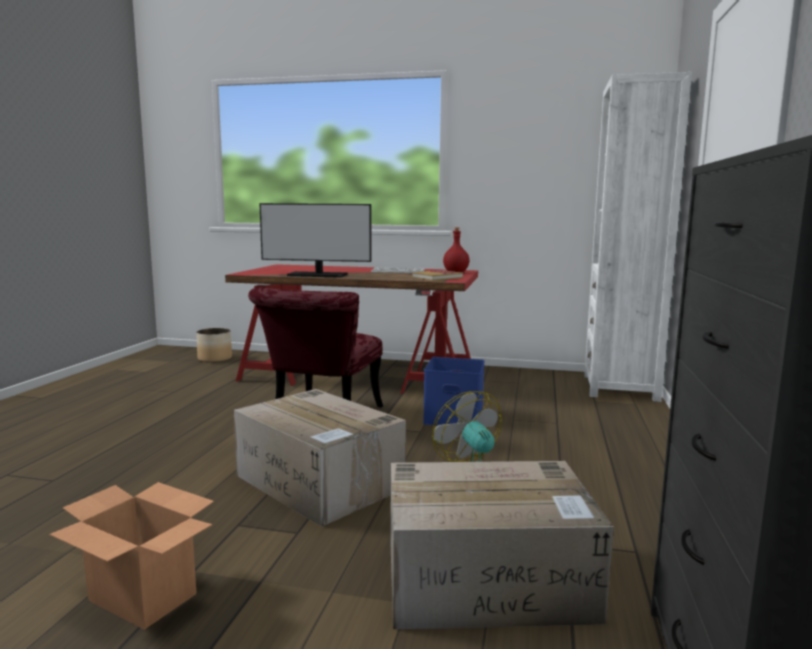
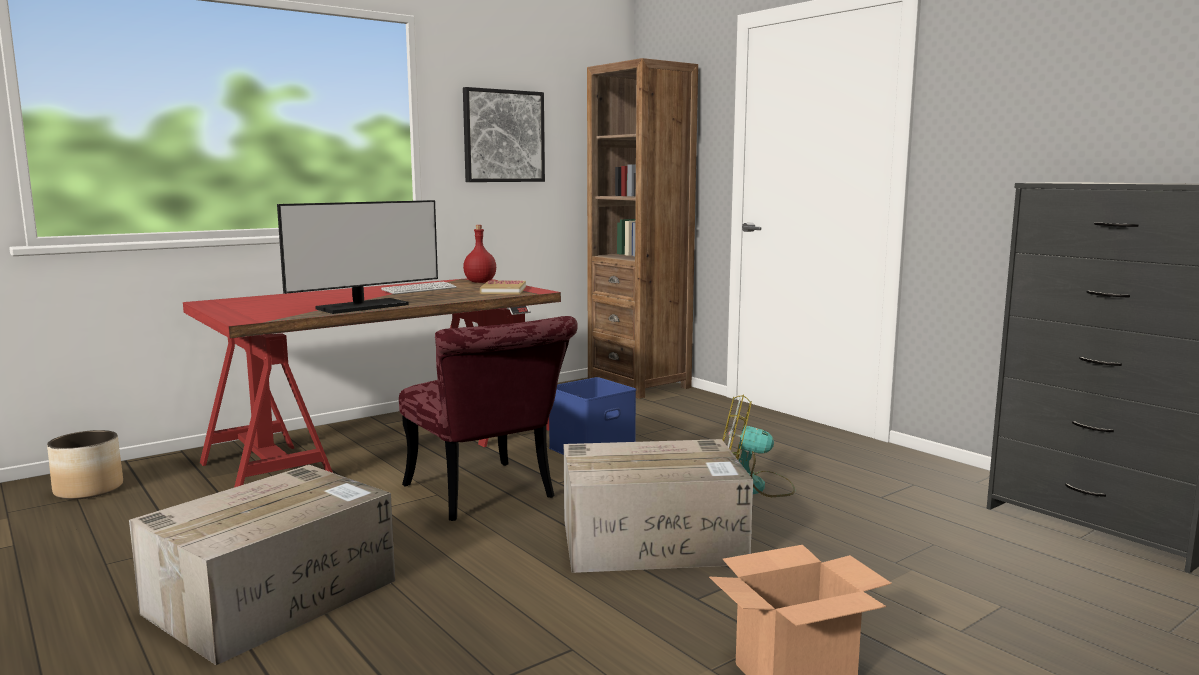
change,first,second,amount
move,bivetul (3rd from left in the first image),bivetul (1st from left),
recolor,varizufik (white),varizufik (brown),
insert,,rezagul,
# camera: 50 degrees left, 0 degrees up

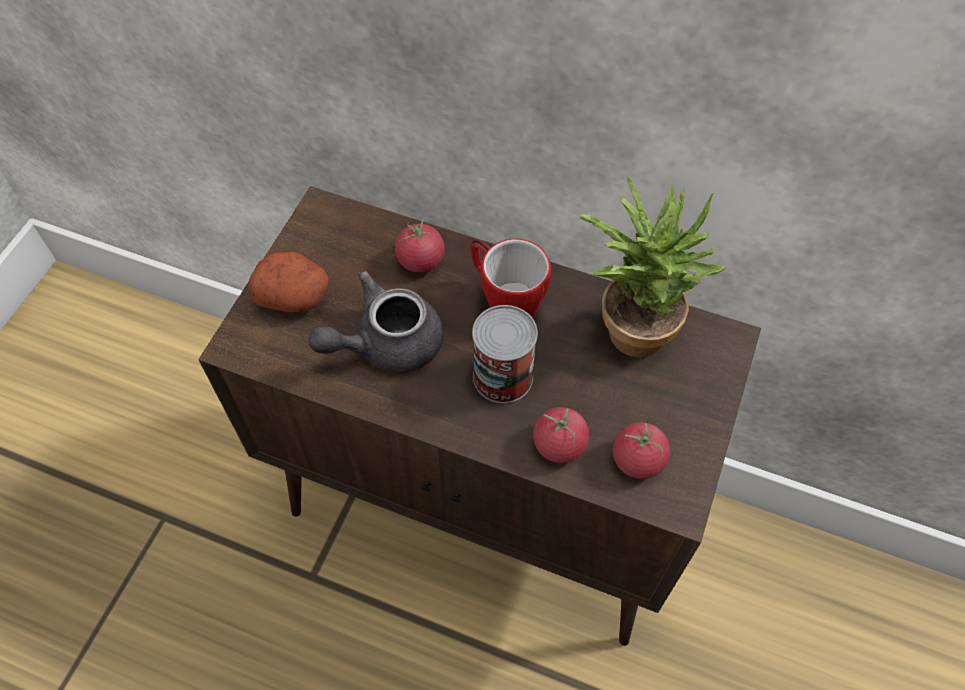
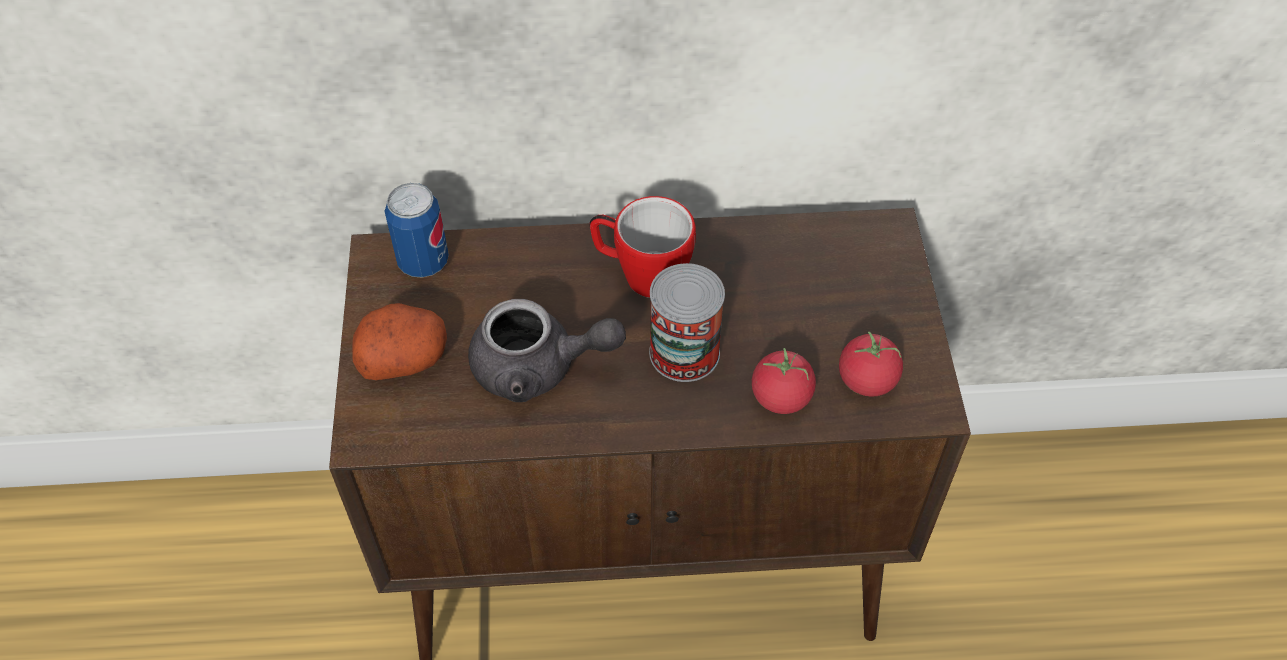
change,first,second,amount
rotate,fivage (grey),,120 degrees counterclockwise
delete,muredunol (1st from left),,
delete,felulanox,,
insert,,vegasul (1st from left),
# camera: 25 degrees left, 5 degrees down

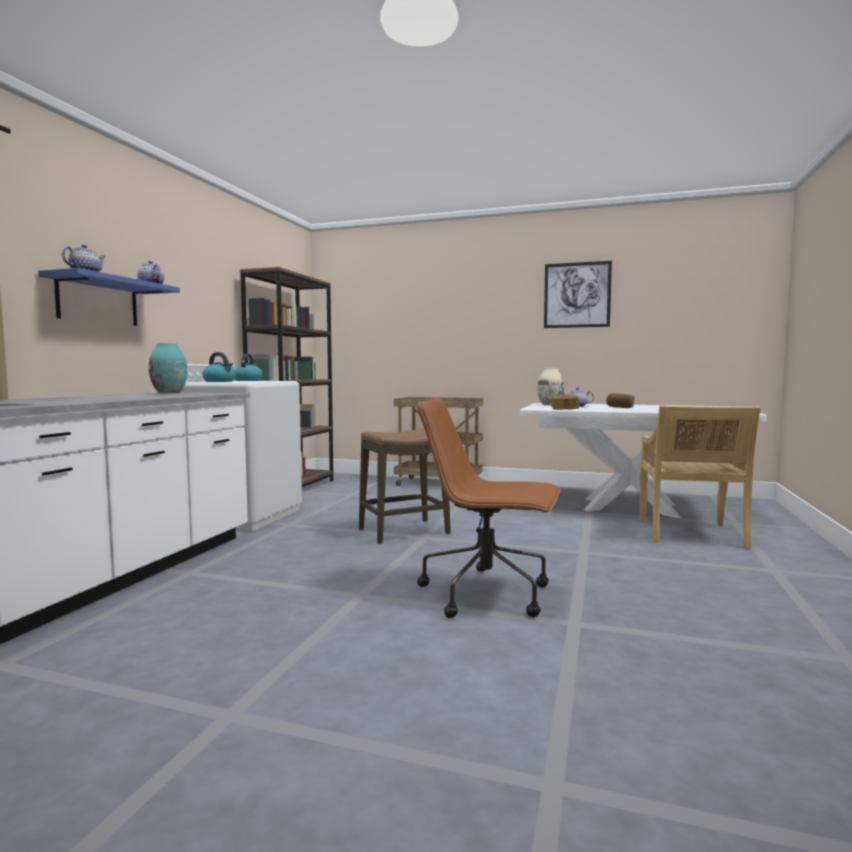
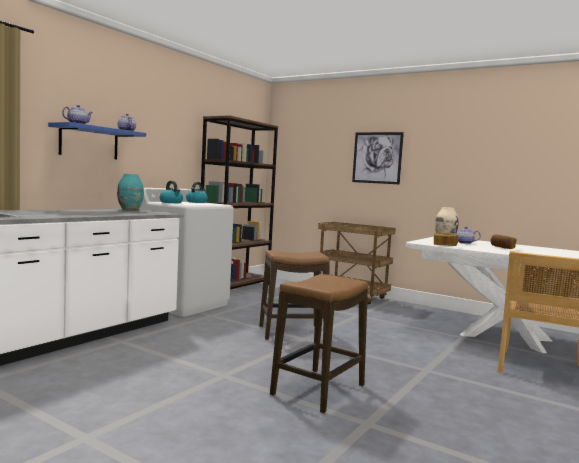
change,first,second,amount
replace,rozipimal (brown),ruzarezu (2nd from left),
move,rezagul,,
# camera: 15 degrees right, 0 degrees up

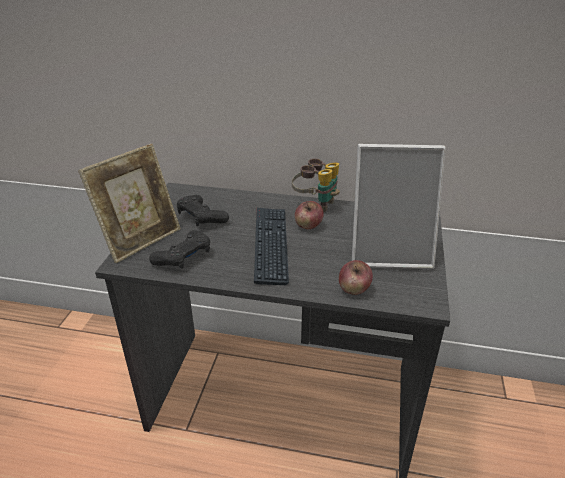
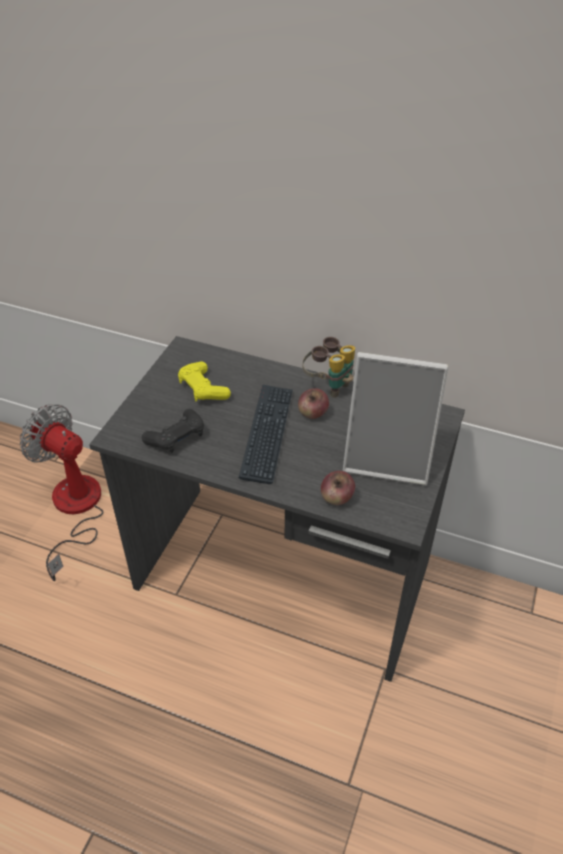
change,first,second,amount
delete,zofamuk (1st from left),,
recolor,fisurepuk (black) (2nd from left),fisurepuk (yellow),
insert,,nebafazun,
# camera: 10 degrees right, 10 degrees up

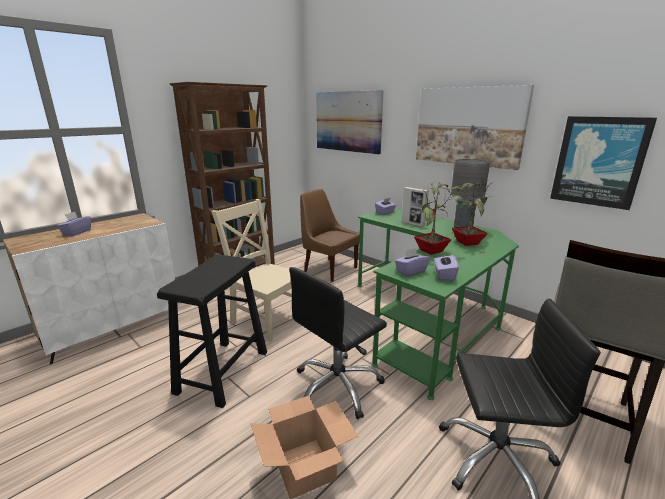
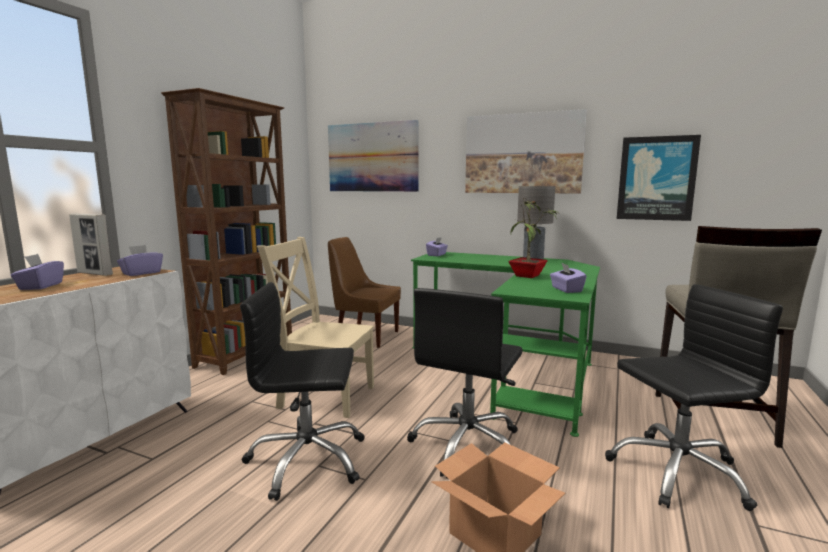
change,first,second,amount
replace,ruzarezu (black),rozipimal (black) (1st from left),
move,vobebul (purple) (3rd from left in the first image),vobebul (purple) (2nd from left),
move,zofamuk,,
delete,felulanox (2nd from left),,
# camera: 20 degrees left, 10 degrees down

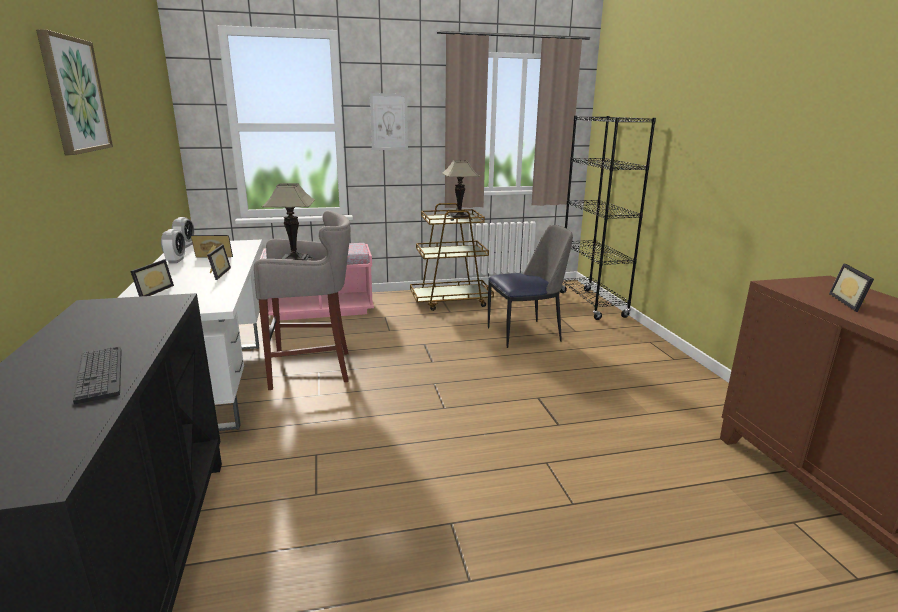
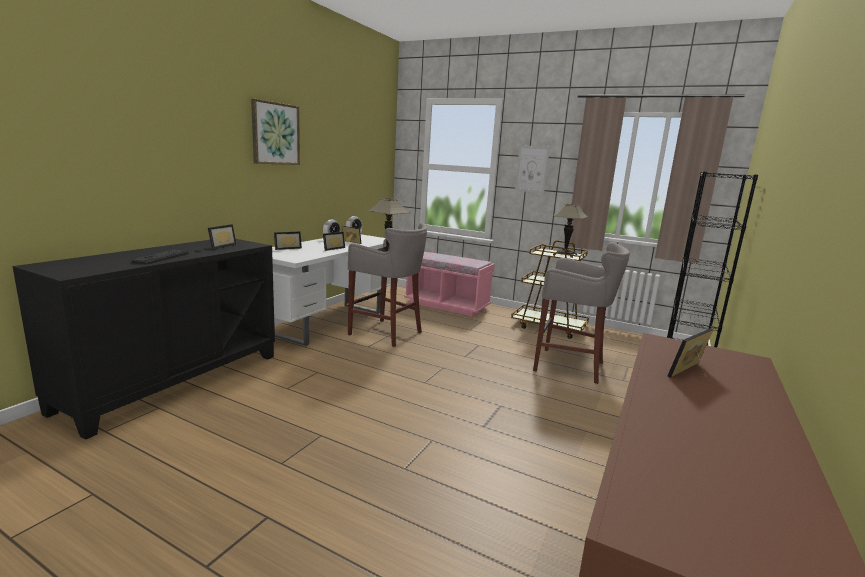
change,first,second,amount
replace,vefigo,ruzarezu (grey) (2nd from left),
insert,,zofamuk (1st from left),
# camera: 40 degrees right, 5 degrees down

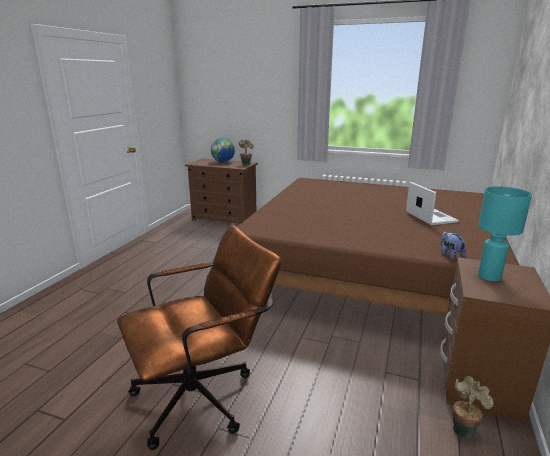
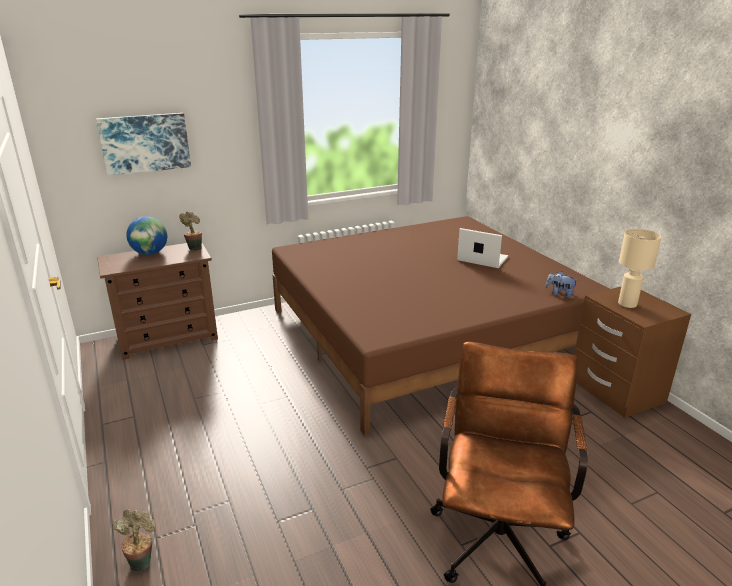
change,first,second,amount
move,felulanox (2nd from left in the first image),felulanox (1st from left),
recolor,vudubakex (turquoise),vudubakex (beige),
insert,,rezagul,
# camera: 45 degrees left, 5 degrees up

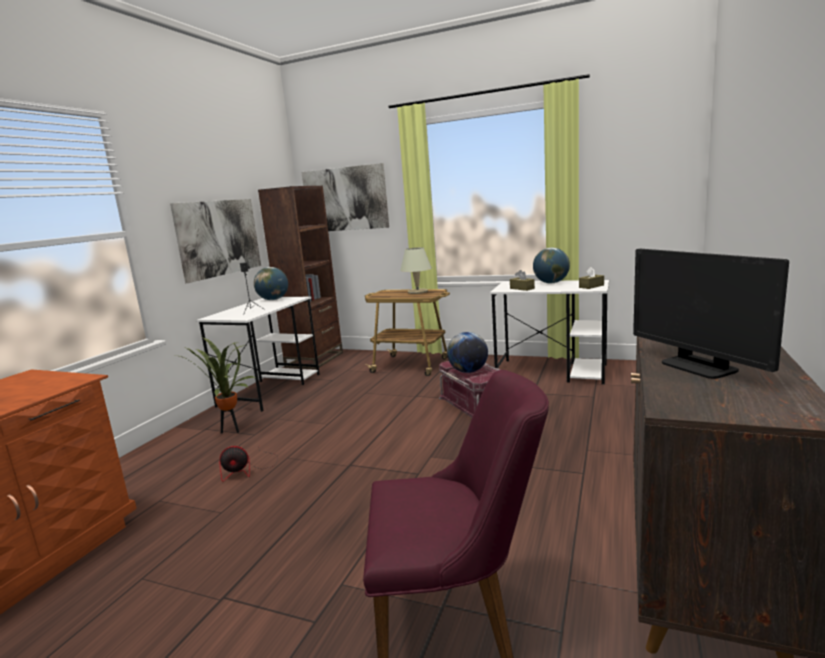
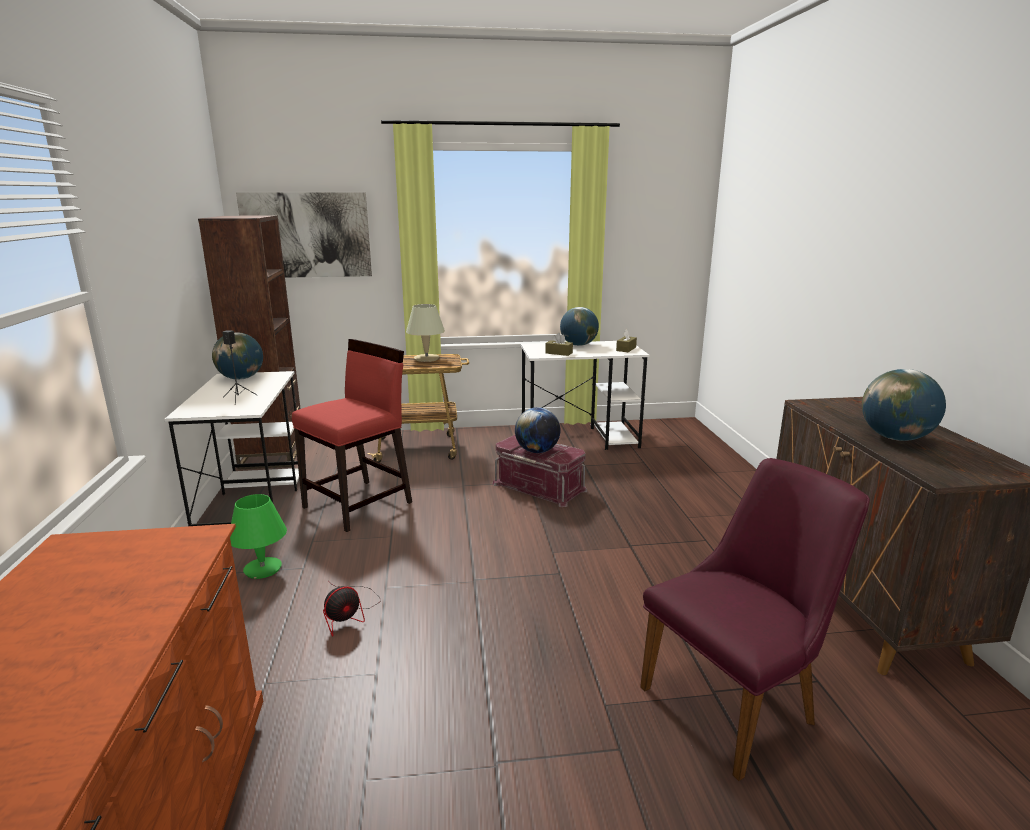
change,first,second,amount
delete,rezagul (1st from left),,
replace,felulanox,vudubakex (green),
replace,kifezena,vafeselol (4th from left),
insert,,vefigo (red),
# camera: 30 degrees left, 5 degrees up

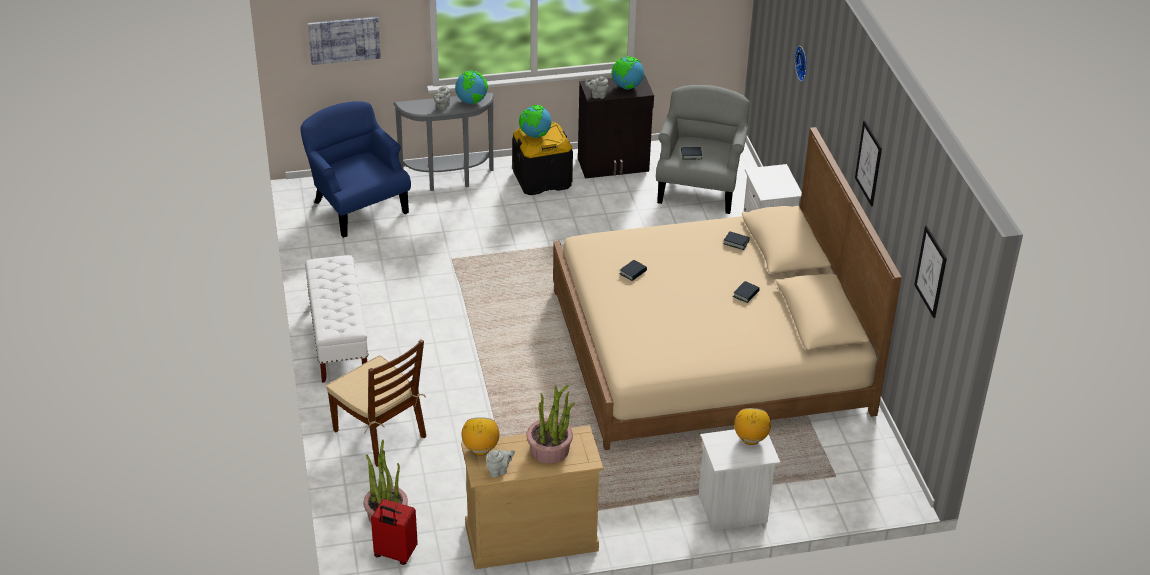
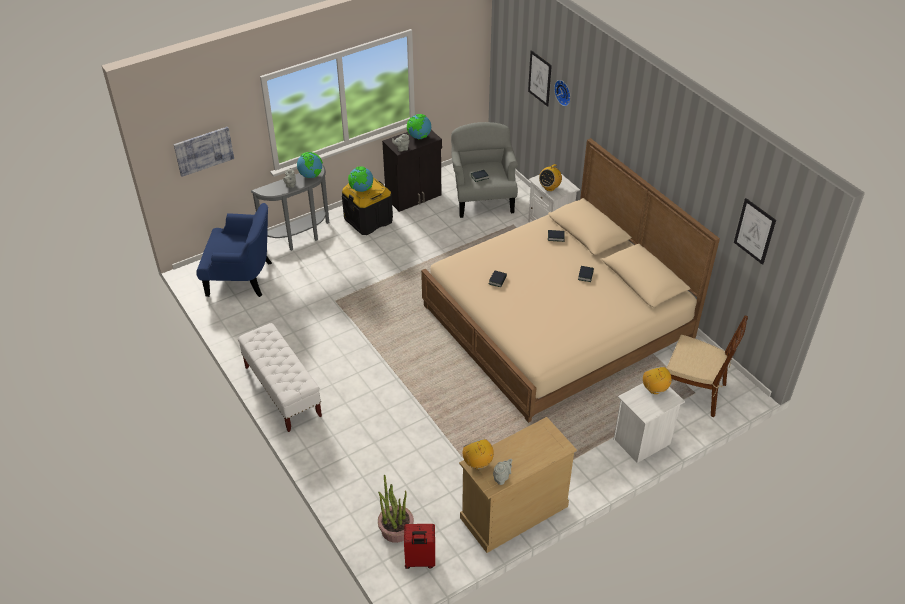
change,first,second,amount
rotate,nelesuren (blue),,150 degrees clockwise
move,vefigo (brown),,
delete,felulanox (2nd from left),,
move,rezagul (2nd from left),,
insert,,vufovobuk (2nd from left),
# camera: 20 degrees left, 5 degrees up

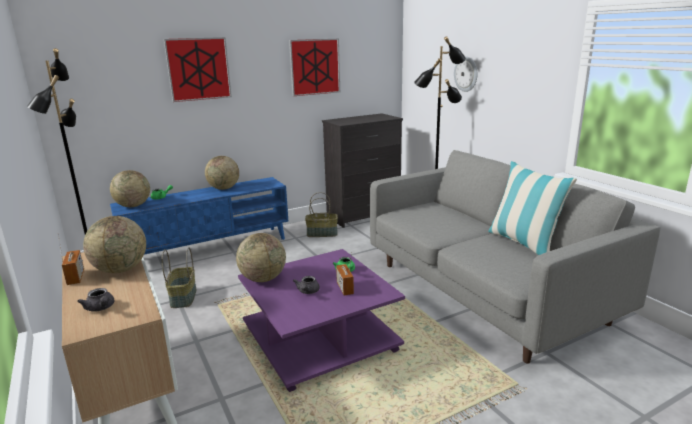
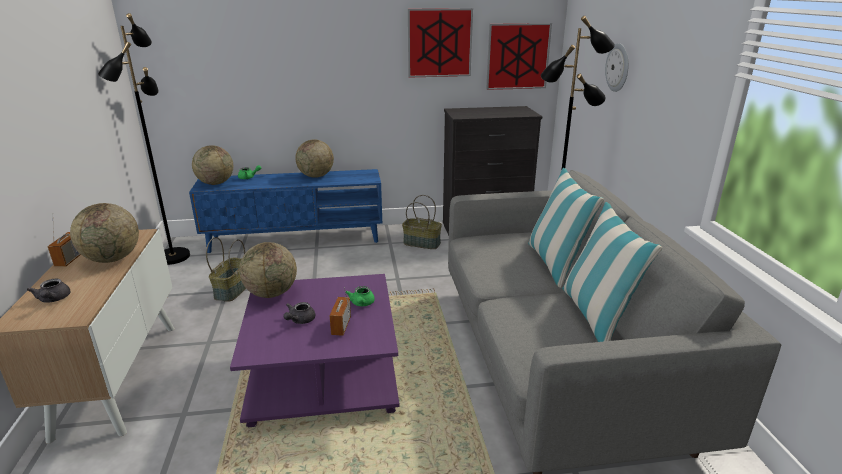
change,first,second,amount
move,rezagul (1st from left in the first image),rezagul (2nd from left),
insert,,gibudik (1st from left),
# camera: 20 degrees right, 5 degrees up

